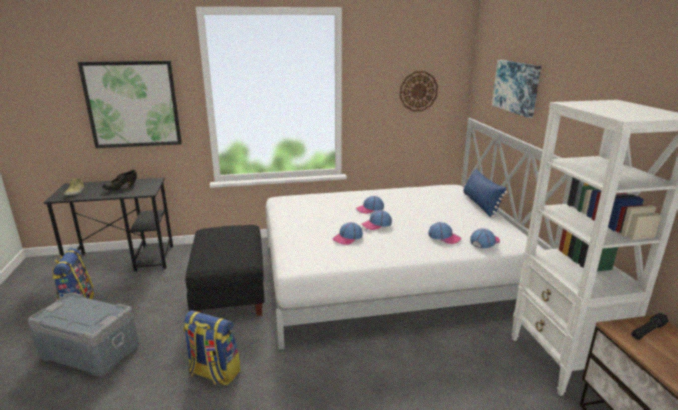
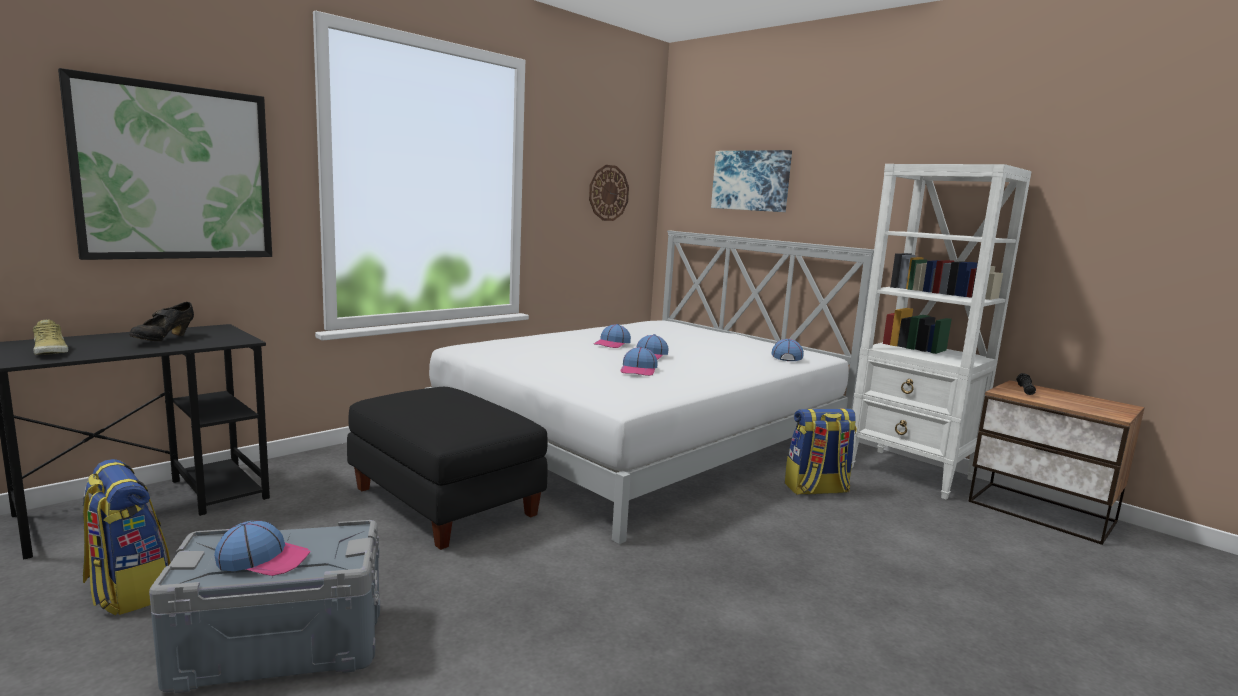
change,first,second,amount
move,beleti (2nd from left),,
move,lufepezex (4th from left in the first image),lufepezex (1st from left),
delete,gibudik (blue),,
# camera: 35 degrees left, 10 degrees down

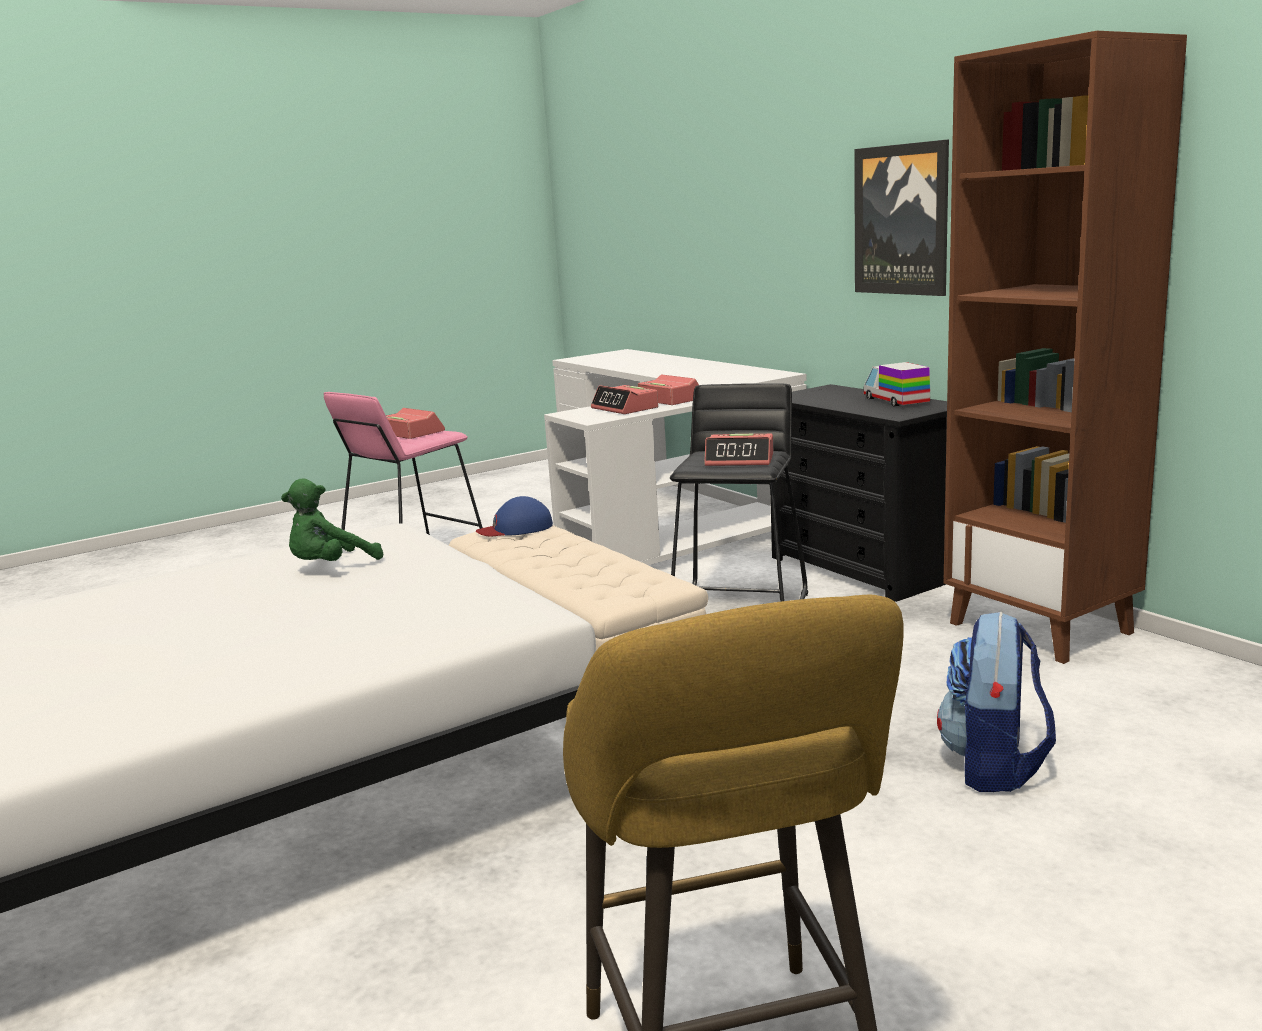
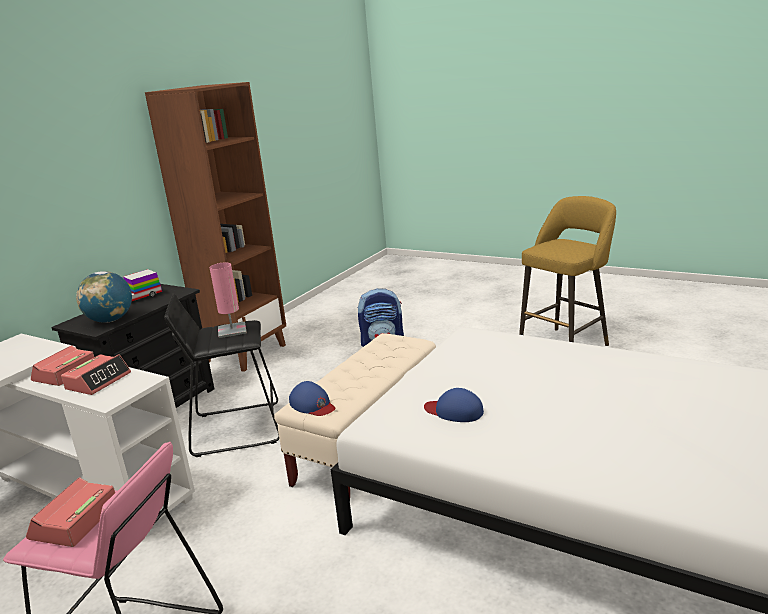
change,first,second,amount
replace,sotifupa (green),lufepezex (blue) (2nd from left),
replace,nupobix (4th from left),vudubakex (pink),
delete,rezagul,,
insert,,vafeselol,
# camera: 115 degrees left, 5 degrees up

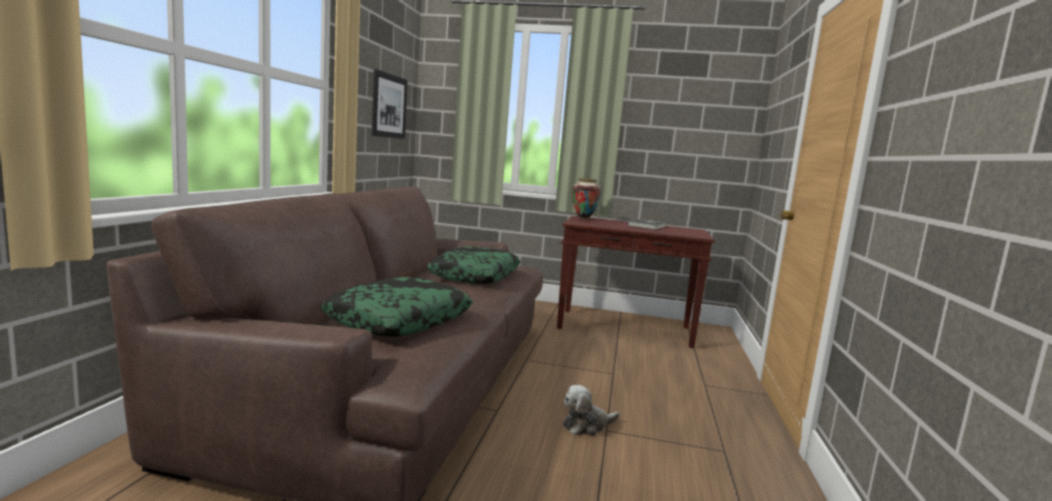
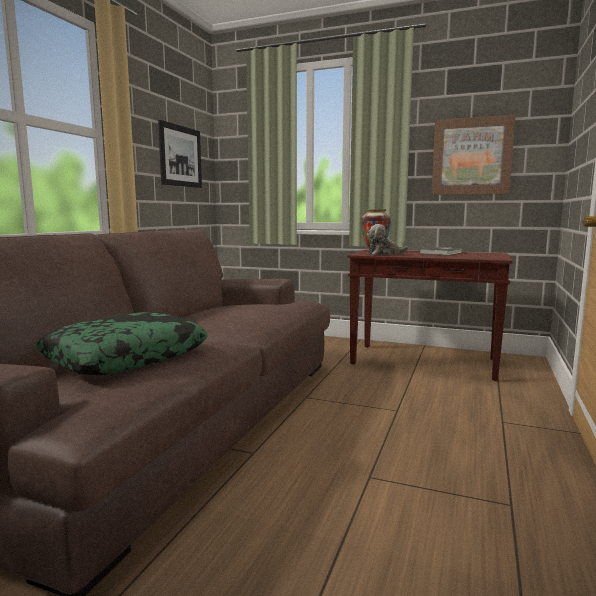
change,first,second,amount
delete,gibudik (2nd from left),,
move,sotifupa,,
insert,,rezagul (2nd from left),
# camera: 10 degrees right, 0 degrees up

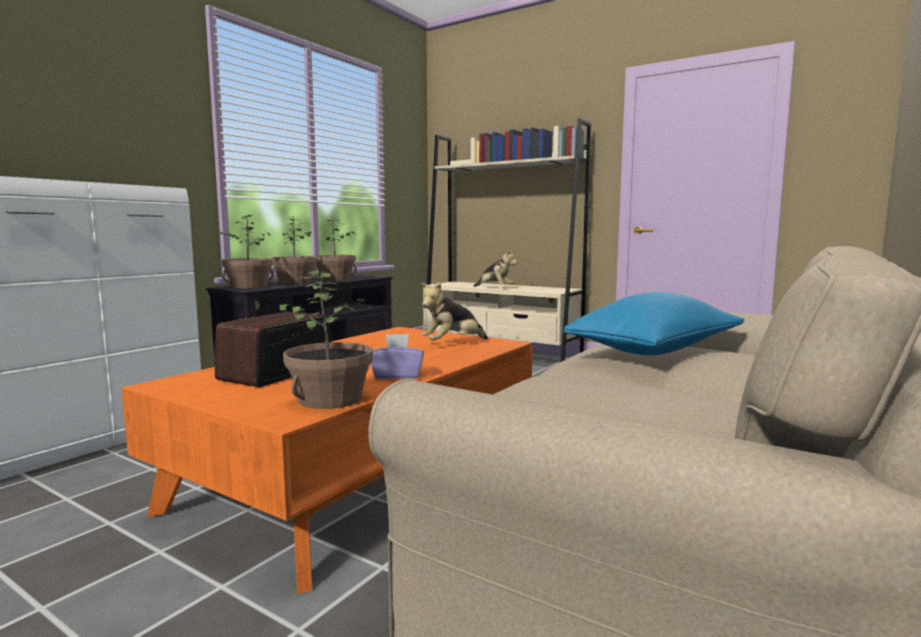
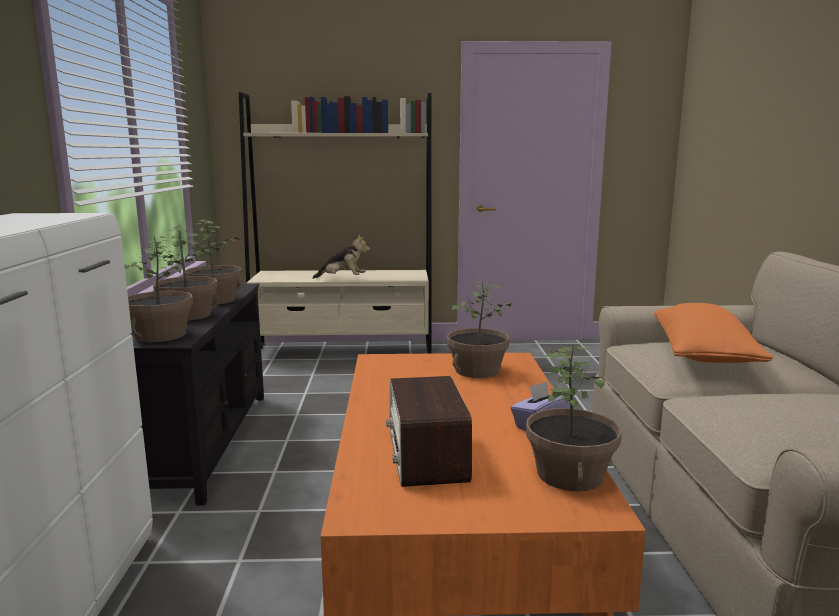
change,first,second,amount
replace,sotifupa (1st from left),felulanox (4th from left),
recolor,gibudik (blue),gibudik (orange),
# camera: 35 degrees left, 5 degrees up

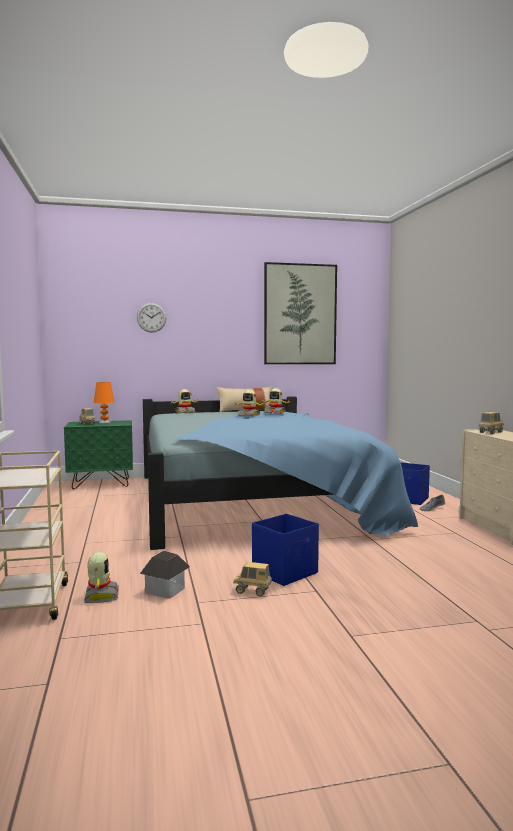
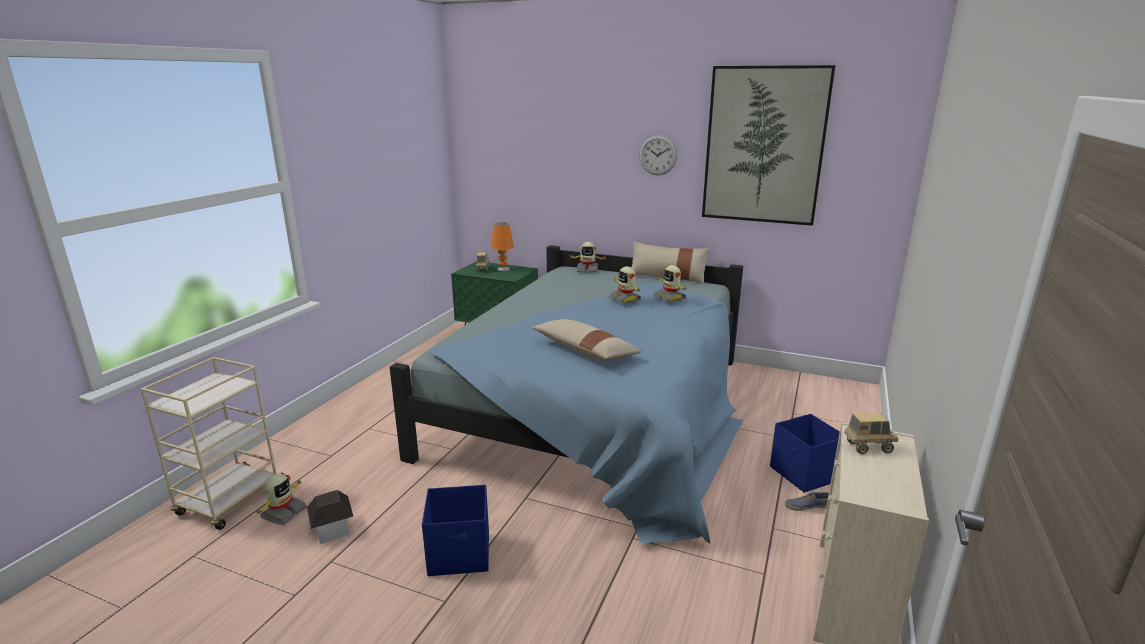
change,first,second,amount
move,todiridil,,
delete,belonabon (2nd from left),,
insert,,gibudik (beige) (1st from left),
# camera: 35 degrees right, 15 degrees up

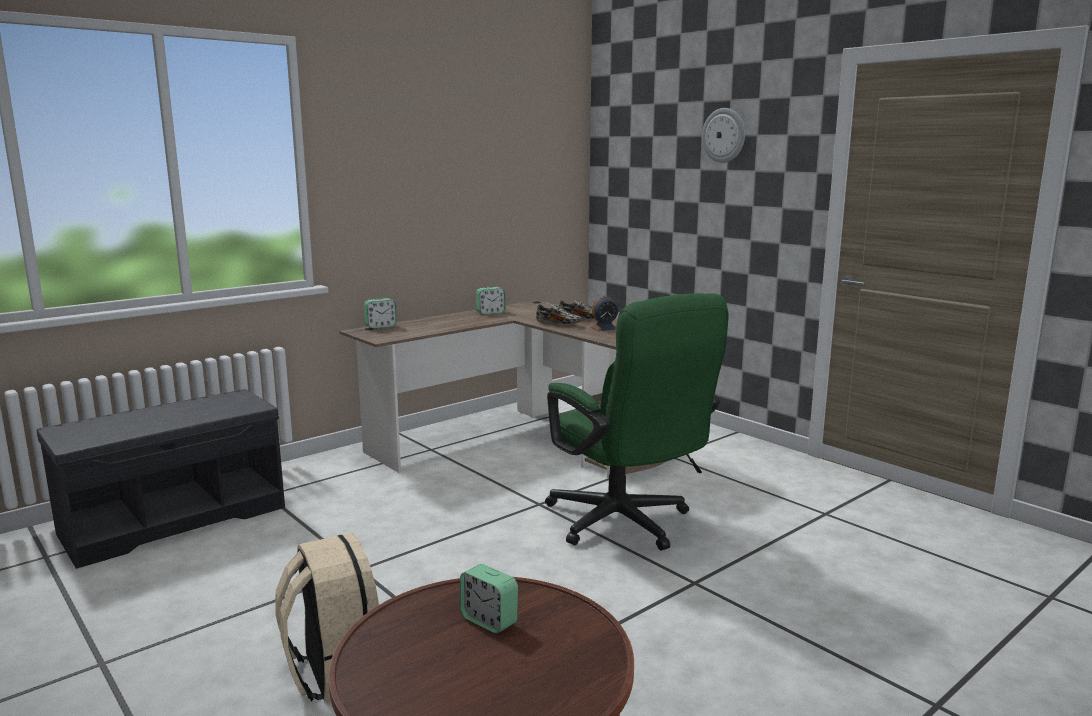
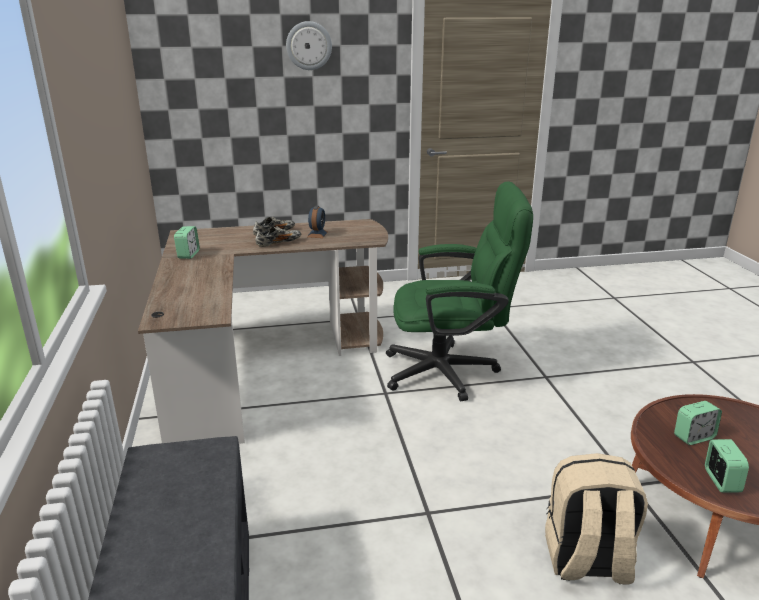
change,first,second,amount
move,nupobix (1st from left in the first image),nupobix (4th from left),
# camera: 60 degrees left, 10 degrees up

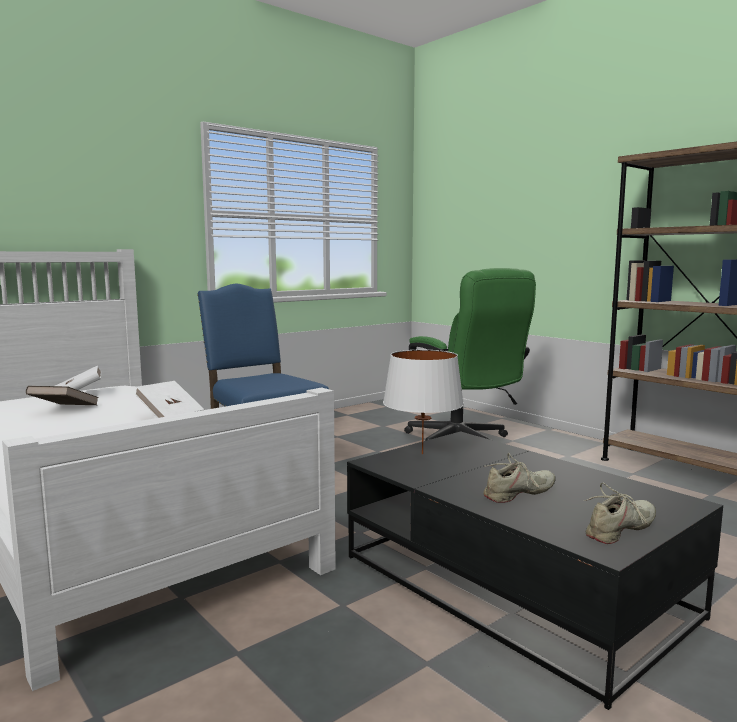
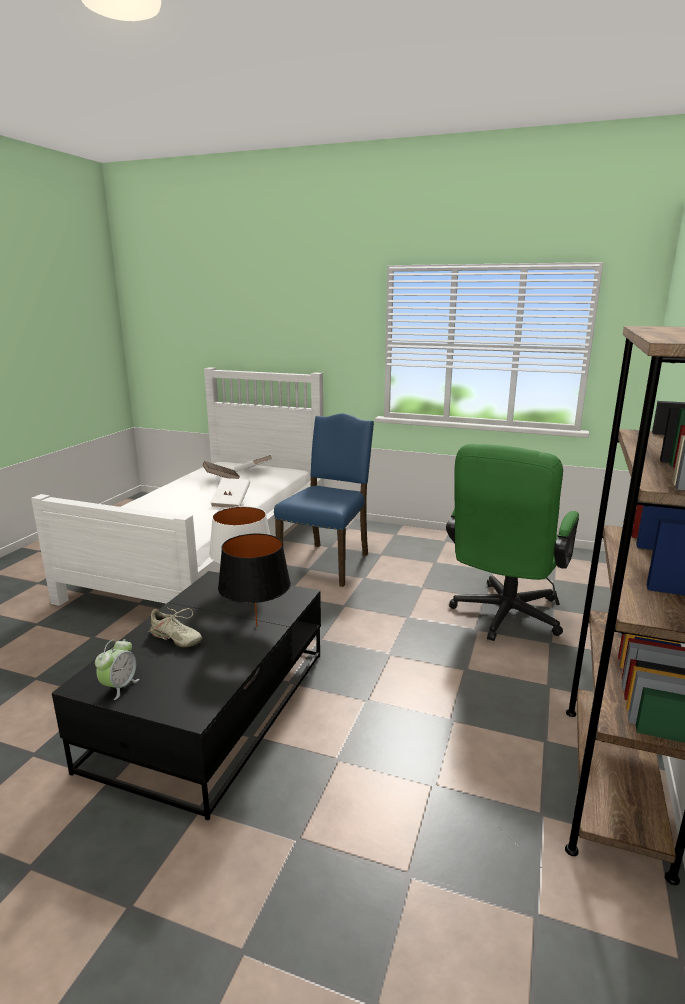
change,first,second,amount
replace,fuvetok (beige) (2nd from left),nupobix,
insert,,vudubakex (black),
# camera: 60 degrees right, 10 degrees up

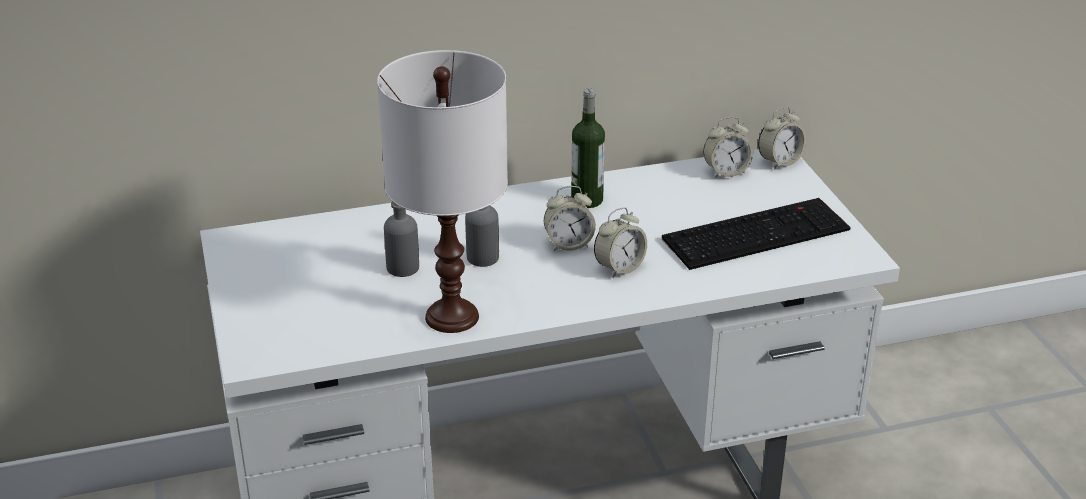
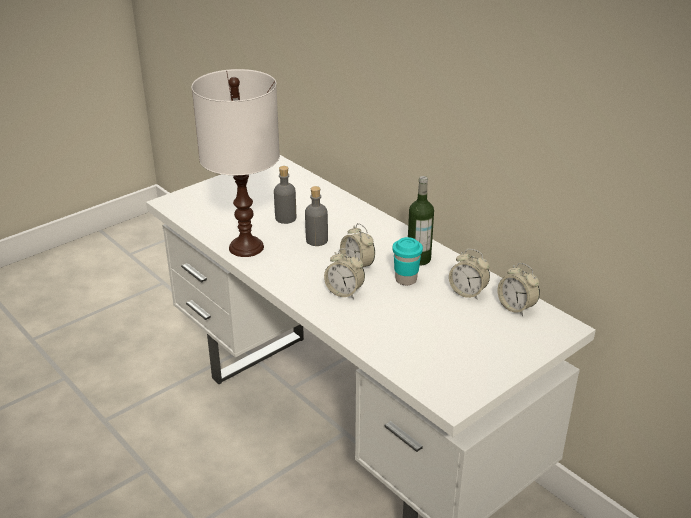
change,first,second,amount
delete,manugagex,,
move,nupobix (4th from left in the first image),nupobix (3rd from left),
insert,,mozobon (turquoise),
# camera: 65 degrees right, 0 degrees up

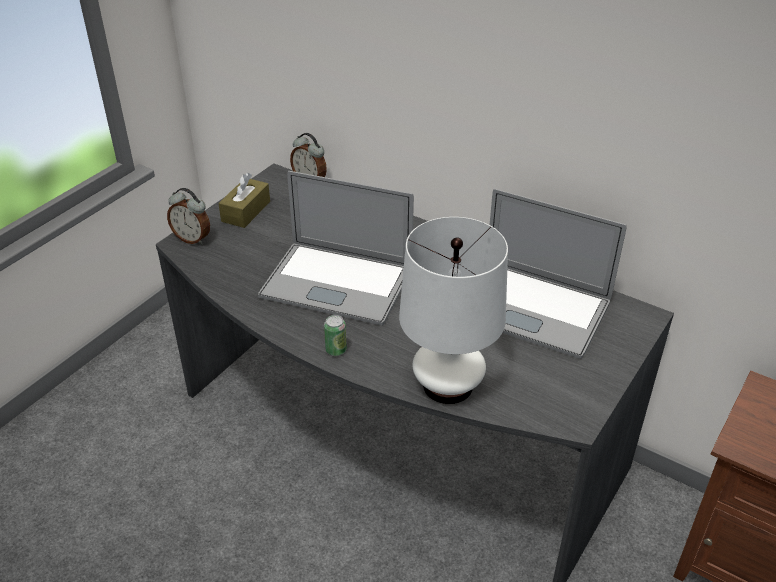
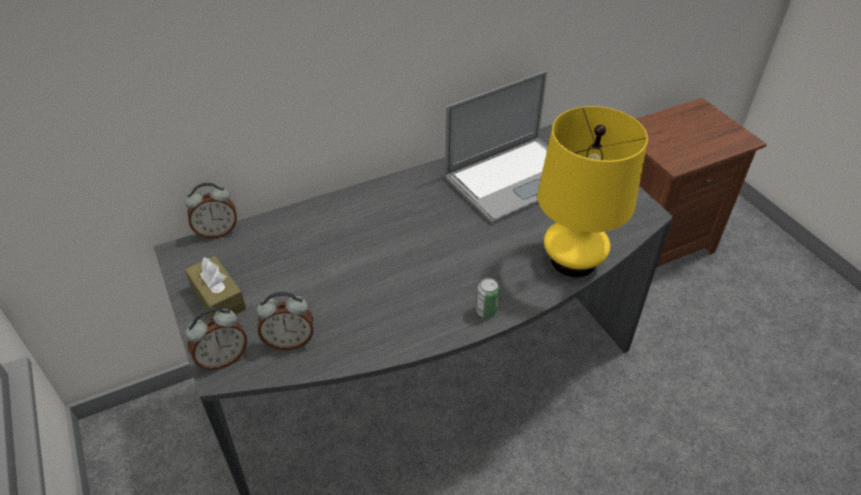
change,first,second,amount
delete,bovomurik (1st from left),,
recolor,vudubakex (white),vudubakex (yellow),
insert,,nupobix (3rd from left),
# camera: 60 degrees left, 5 degrees up

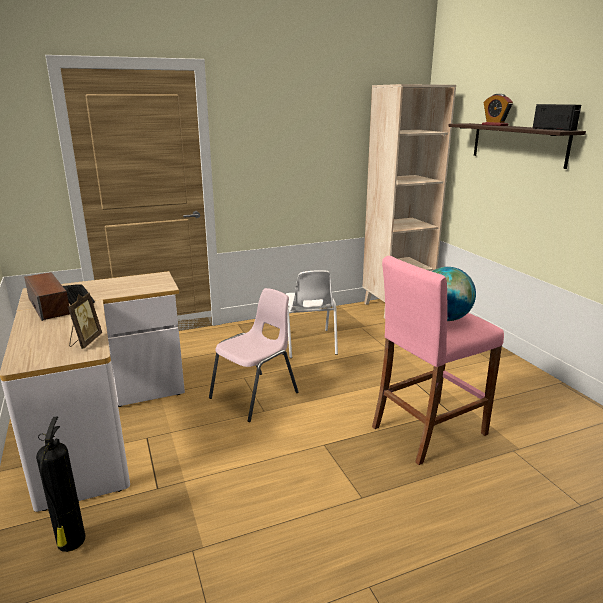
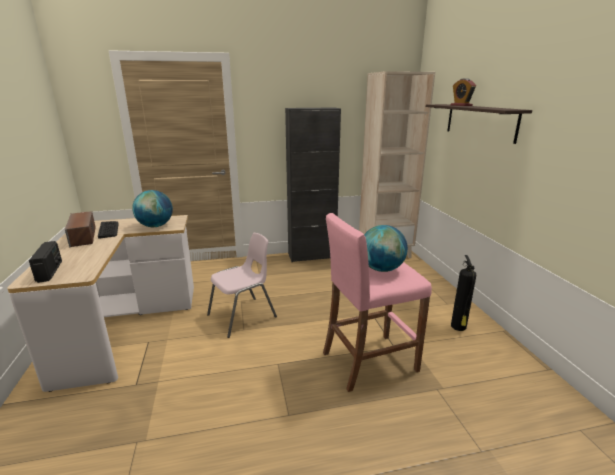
change,first,second,amount
move,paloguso,,
delete,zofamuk,,
delete,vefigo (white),,
move,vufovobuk,,
insert,,vafeselol (1st from left),
insert,,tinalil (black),
# camera: 10 degrees right, 0 degrees up

